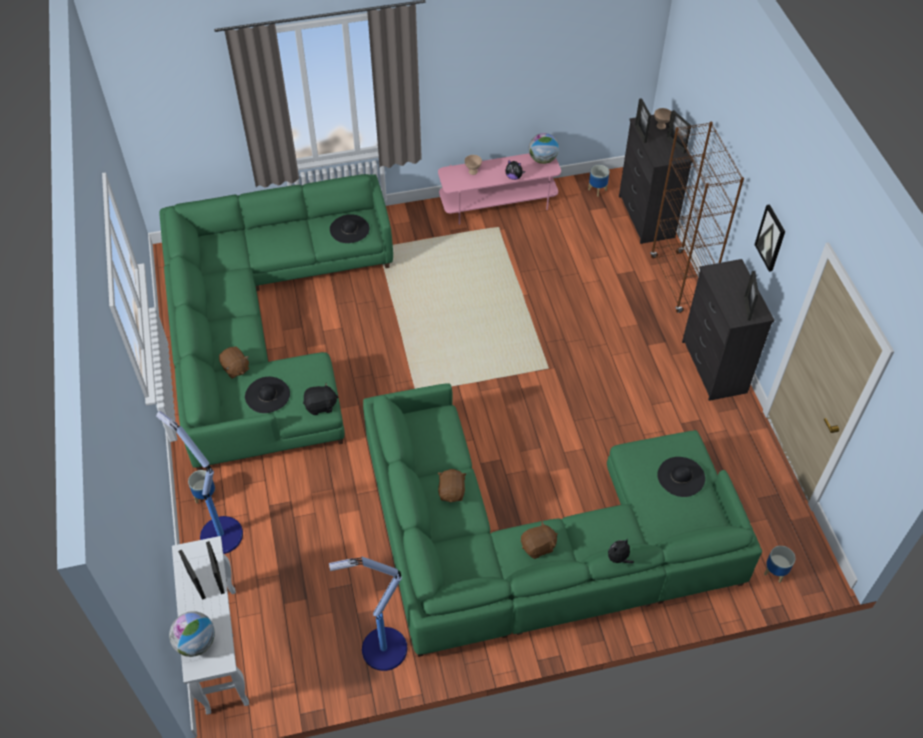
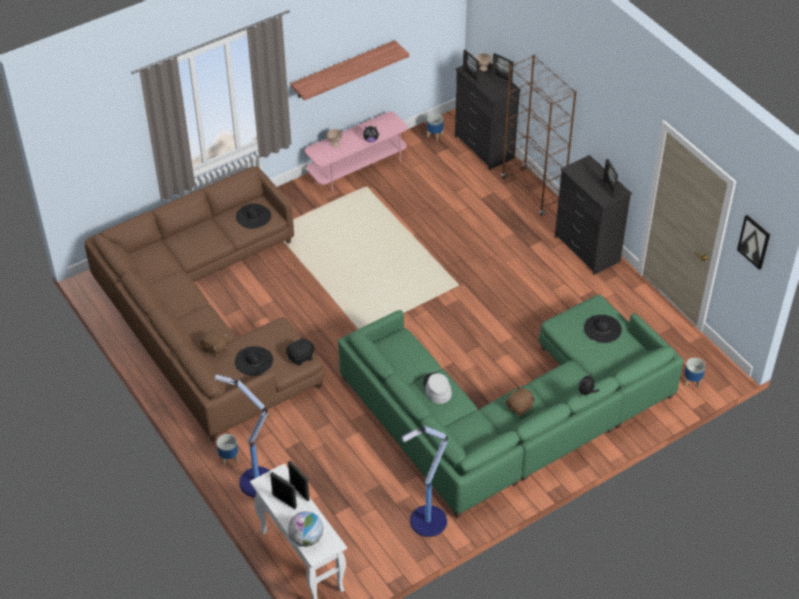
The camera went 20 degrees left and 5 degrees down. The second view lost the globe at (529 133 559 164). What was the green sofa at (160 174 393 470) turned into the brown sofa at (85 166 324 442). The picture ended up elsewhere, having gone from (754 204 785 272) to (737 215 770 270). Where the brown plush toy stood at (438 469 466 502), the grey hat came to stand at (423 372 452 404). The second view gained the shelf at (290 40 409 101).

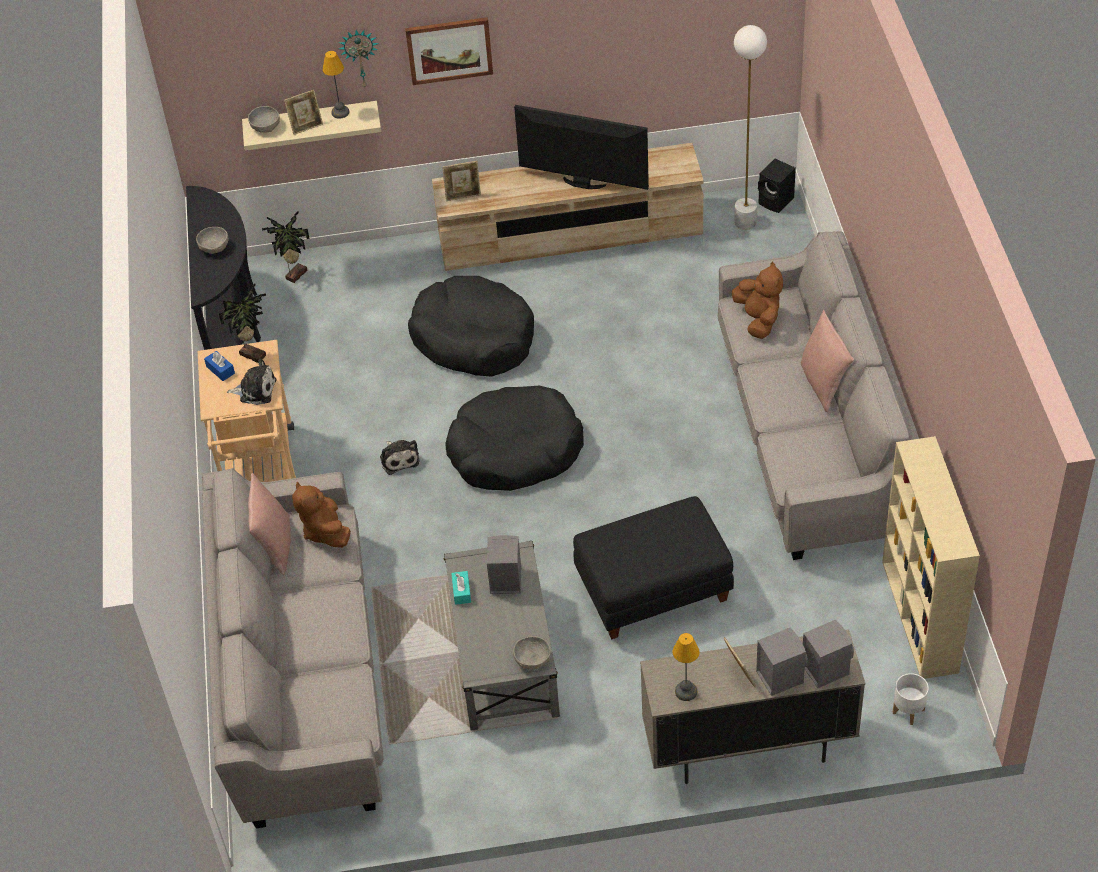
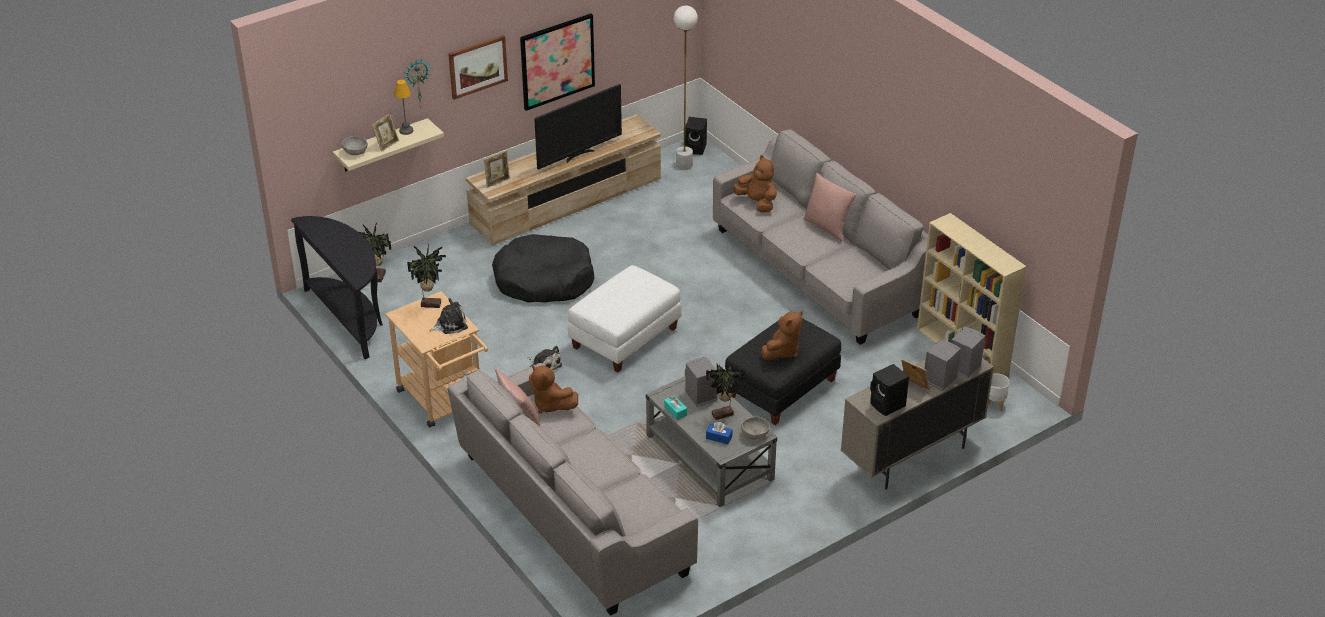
The camera went 30 degrees left and 10 degrees down. The television at (514 105 649 190) ended up facing another way, 150 degrees clockwise from before. The second view lost the grey bowl at (196 227 228 254). The blue tissue box ended up elsewhere, having gone from (204 351 235 381) to (706 422 733 444). Where the black dog bed stood at (445 386 584 491), the white ottoman came to stand at (568 265 682 372). Where the table lamp stood at (673 633 700 701), the black speaker came to stand at (870 364 909 416). The second view gained the picture at (520 14 595 111). The second view gained the brown plush toy at (761 311 803 360). The second view gained the potted plant at (706 364 745 420).

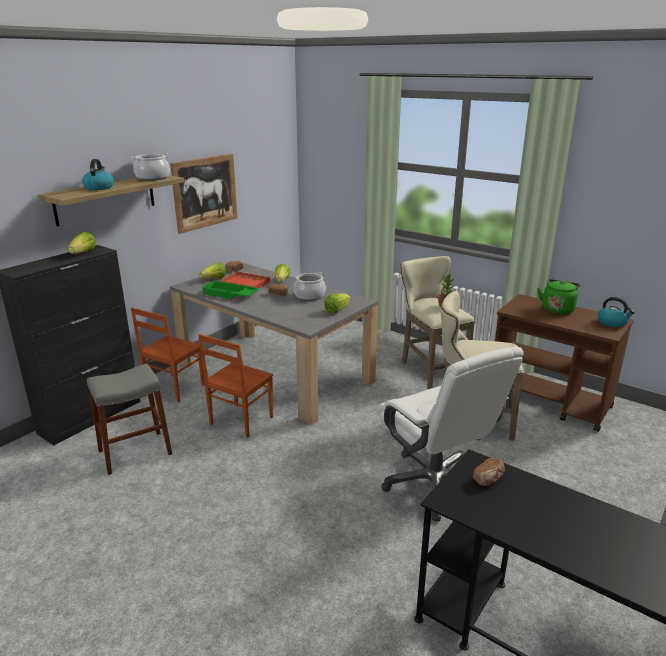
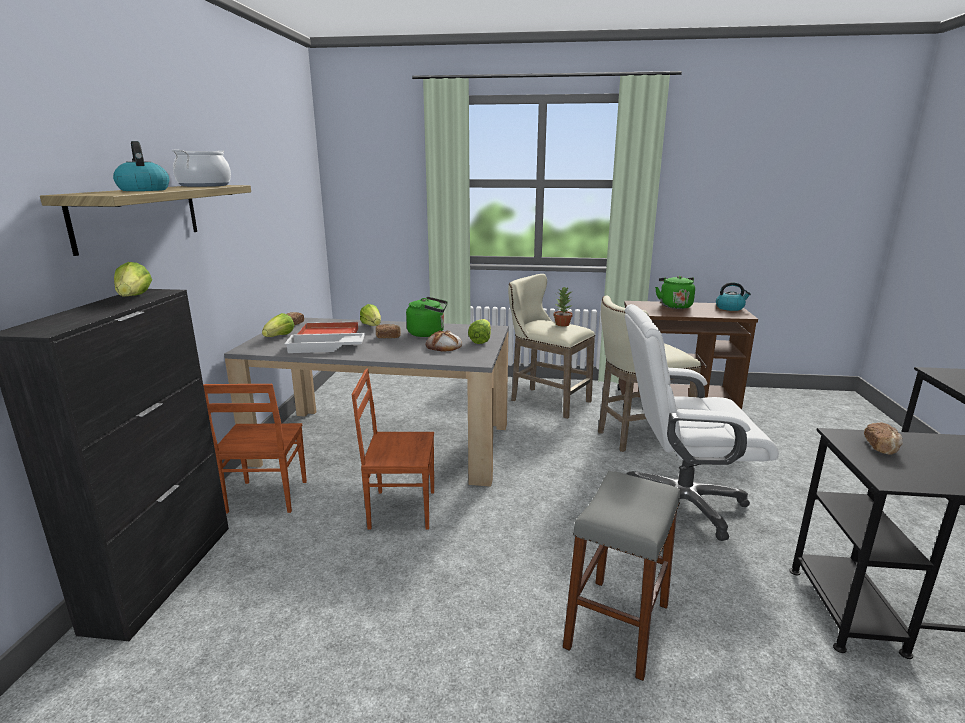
The camera went 30 degrees left and 5 degrees down. The second view lost the picture at (170 154 238 234). Where the cooking pot stood at (294 272 326 301), the green kettle came to stand at (406 297 448 337). What was the green tray at (201 280 259 299) turned into the white tray at (285 333 365 353). The brown chair at (198 334 273 438) ended up facing another way, 90 degrees clockwise from before. The white office chair at (376 346 524 521) ended up facing another way, 150 degrees clockwise from before. The grey stool ended up elsewhere, having gone from (87 364 172 475) to (563 471 680 681). The second view gained the bread at (426 331 462 351).

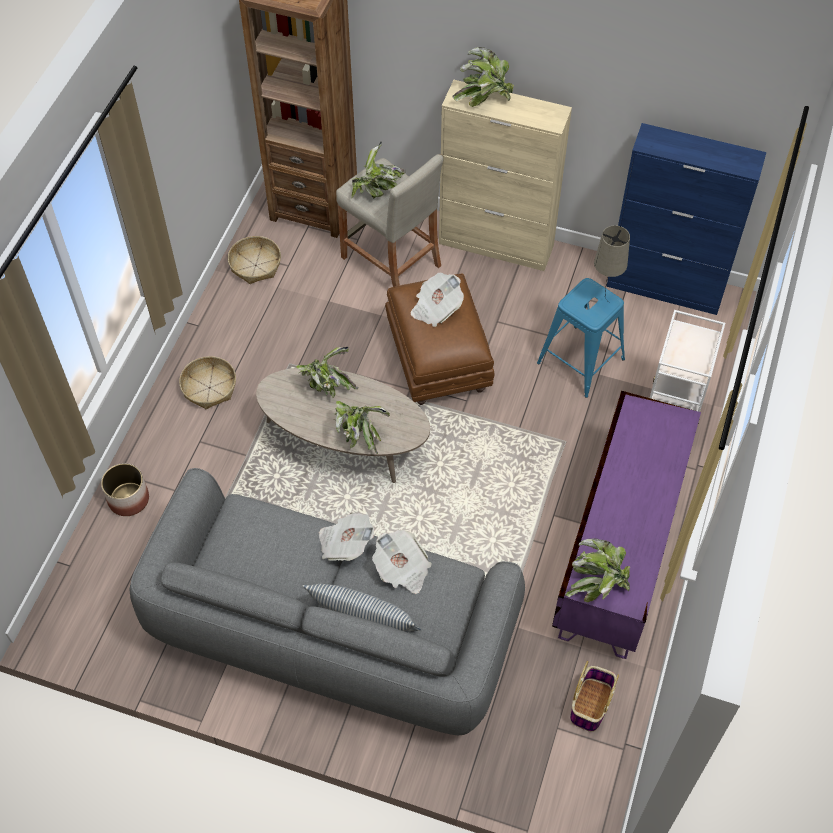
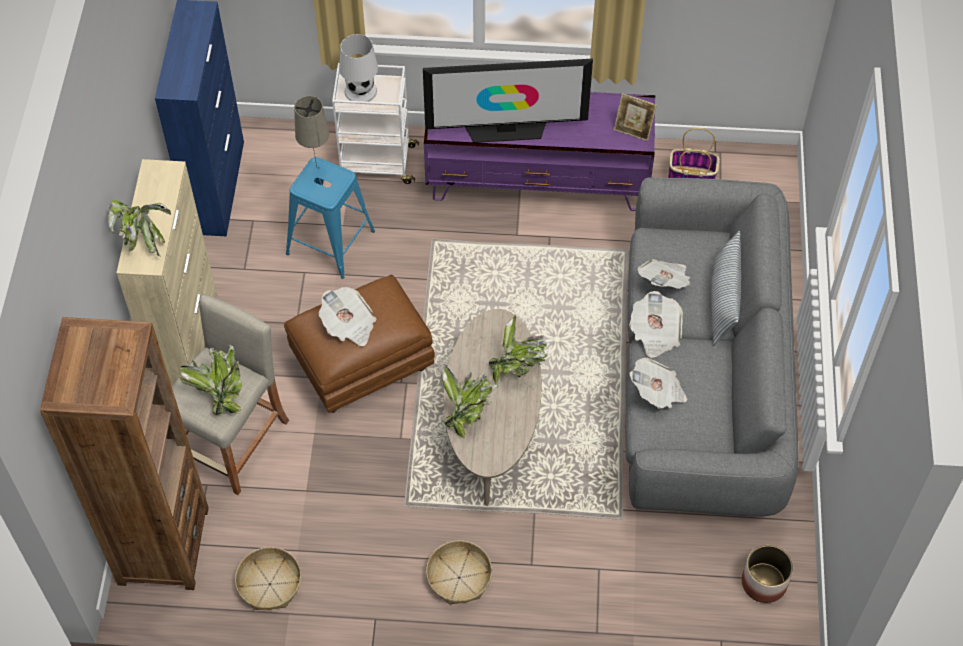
The camera went 105 degrees left and 0 degrees up. The planter ended up elsewhere, having gone from (101 463 149 516) to (742 545 793 603). Where the potted plant stood at (565 538 630 603), the picture frame came to stand at (614 93 657 141). The second view gained the white table lamp at (339 34 378 102). The second view gained the television at (423 59 593 143). The second view gained the newspaper at (630 357 687 409).

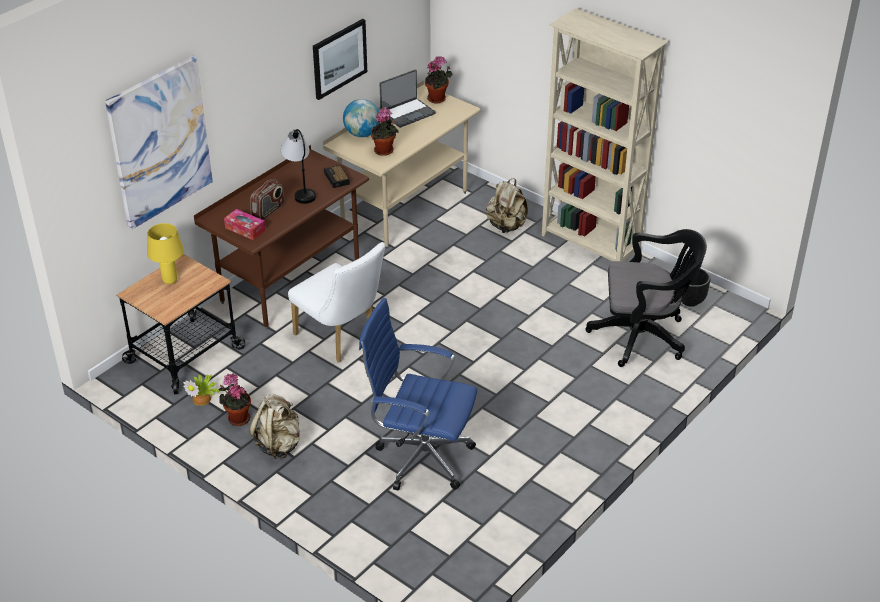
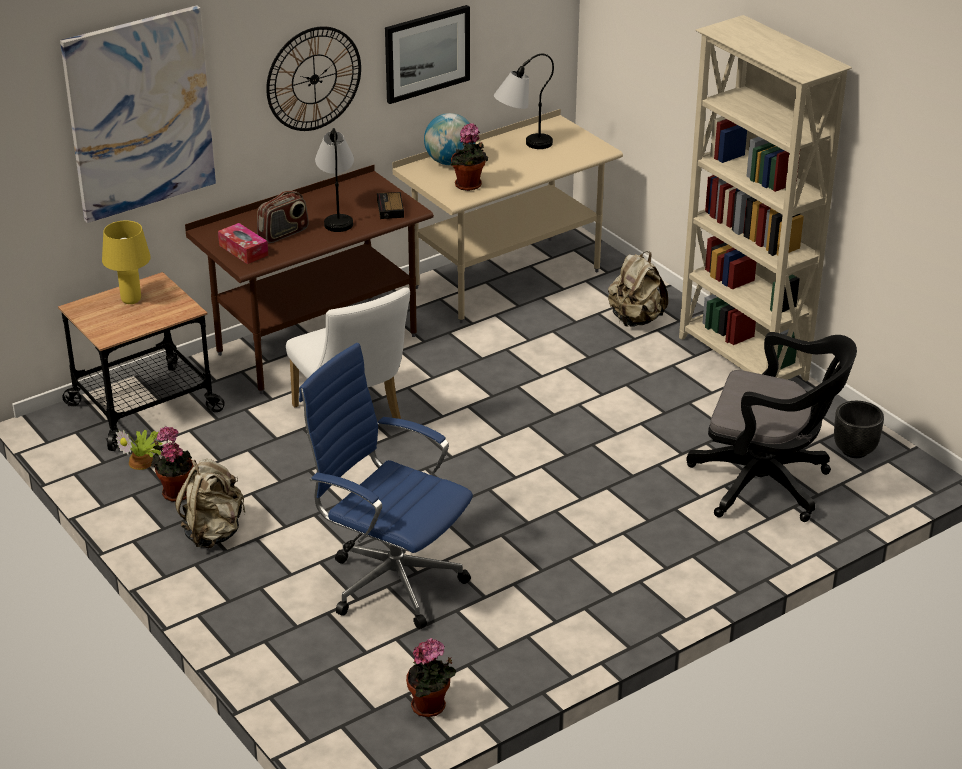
The camera went 15 degrees right and 5 degrees down. The potted plant ended up elsewhere, having gone from (425 56 453 104) to (406 638 456 717). Where the laptop stood at (379 70 436 128), the table lamp came to stand at (494 54 554 149). The second view gained the wall clock at (266 26 361 131).

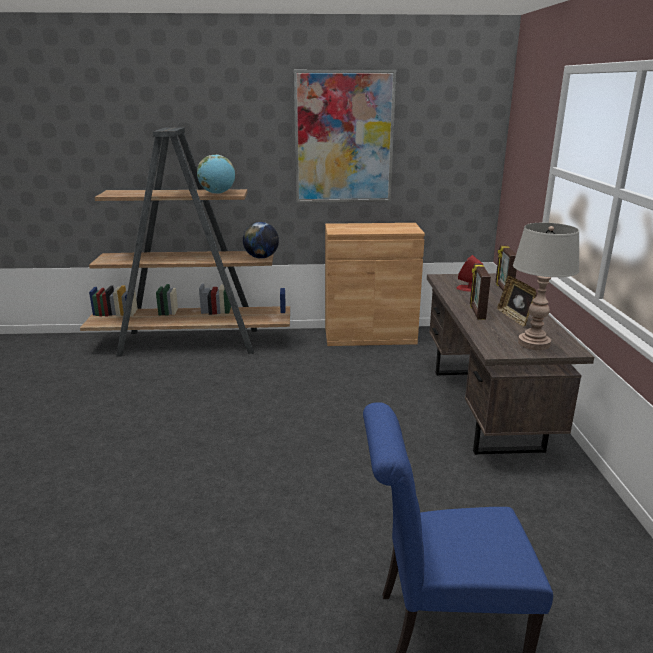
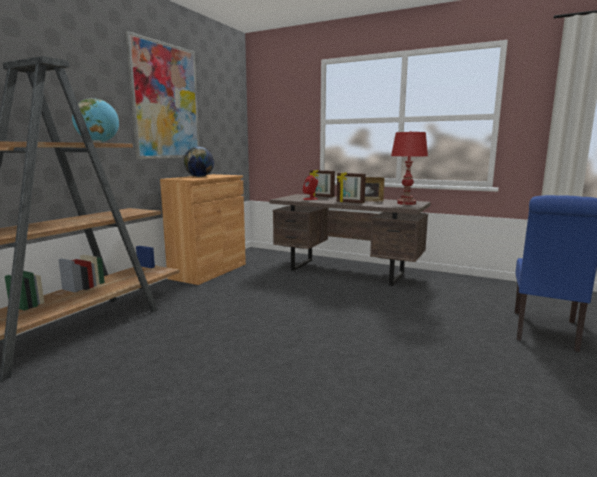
The camera went 60 degrees left and 10 degrees down. The globe ended up elsewhere, having gone from (243 222 279 259) to (184 147 214 177). What was the grey table lamp at (513 223 579 350) turned into the red table lamp at (391 131 428 205).

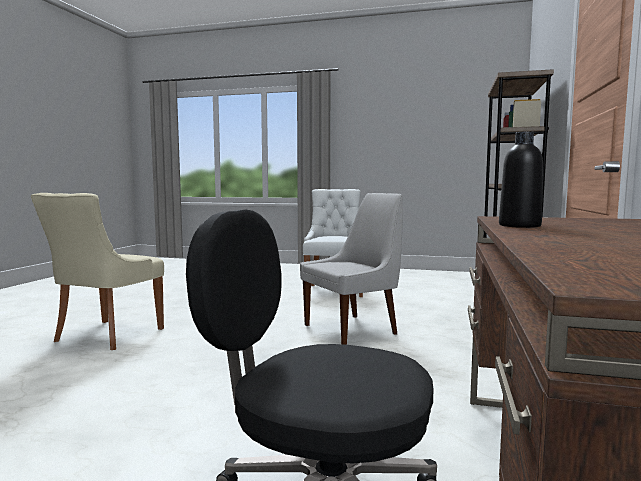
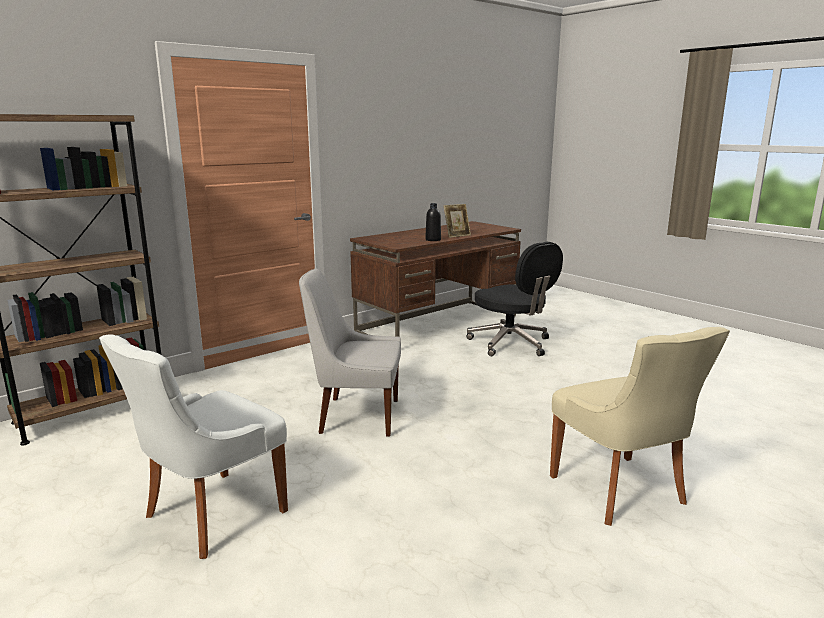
The camera went 145 degrees left and 10 degrees up. The beige chair at (31 193 164 350) ended up facing another way, 105 degrees clockwise from before. The second view gained the picture frame at (444 204 471 238).

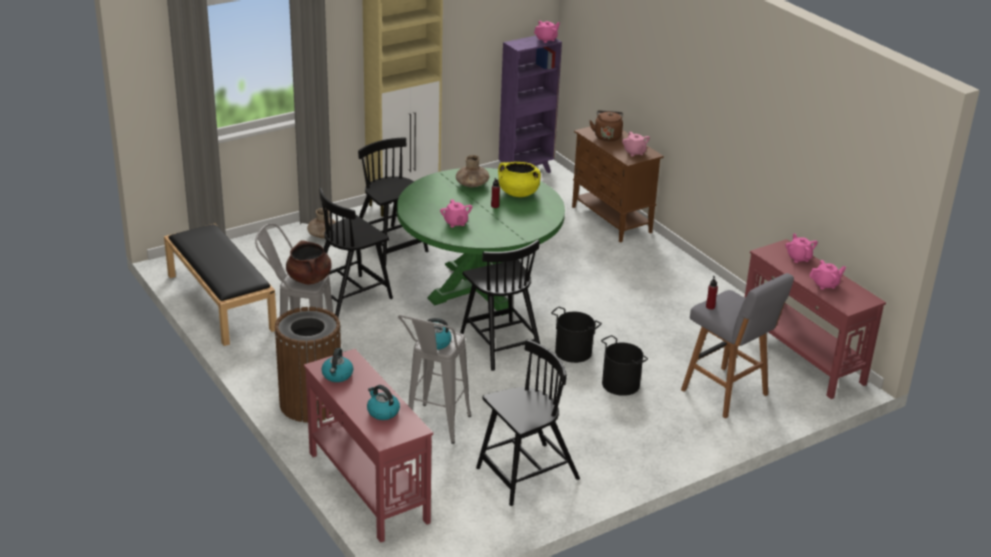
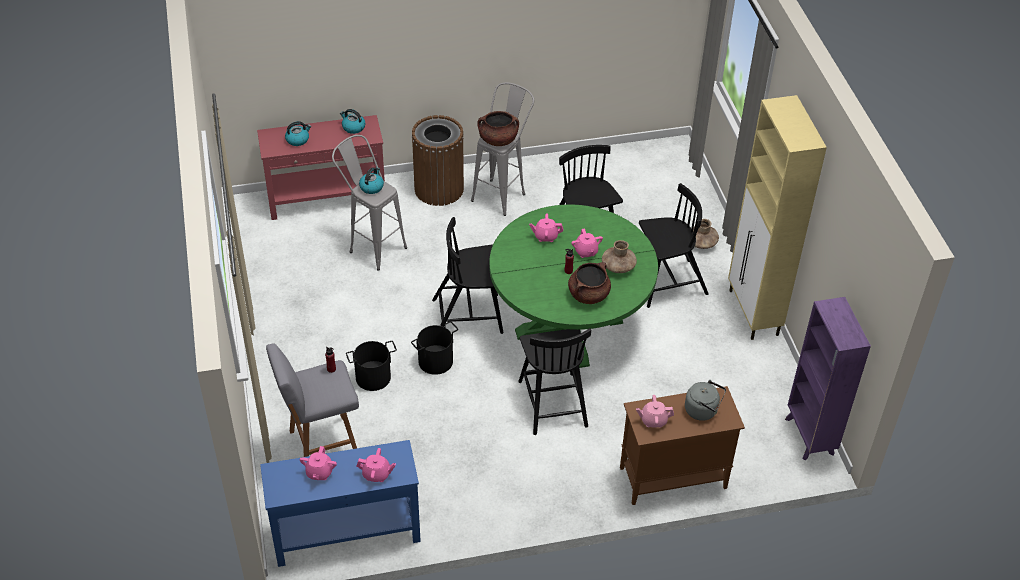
The camera went 110 degrees right and 15 degrees up. The pink teapot ended up elsewhere, having gone from (534 21 560 43) to (571 229 603 258). What was the brown kettle at (589 110 623 141) turned into the grey kettle at (685 380 726 421). What was the yellow cooking pot at (498 162 541 197) turned into the brown cooking pot at (568 262 611 304). The second view lost the black bench at (164 224 277 346). What was the red console table at (744 239 886 399) turned into the blue console table at (260 440 421 567). The black chair ended up elsewhere, having gone from (476 339 580 506) to (518 328 591 435).

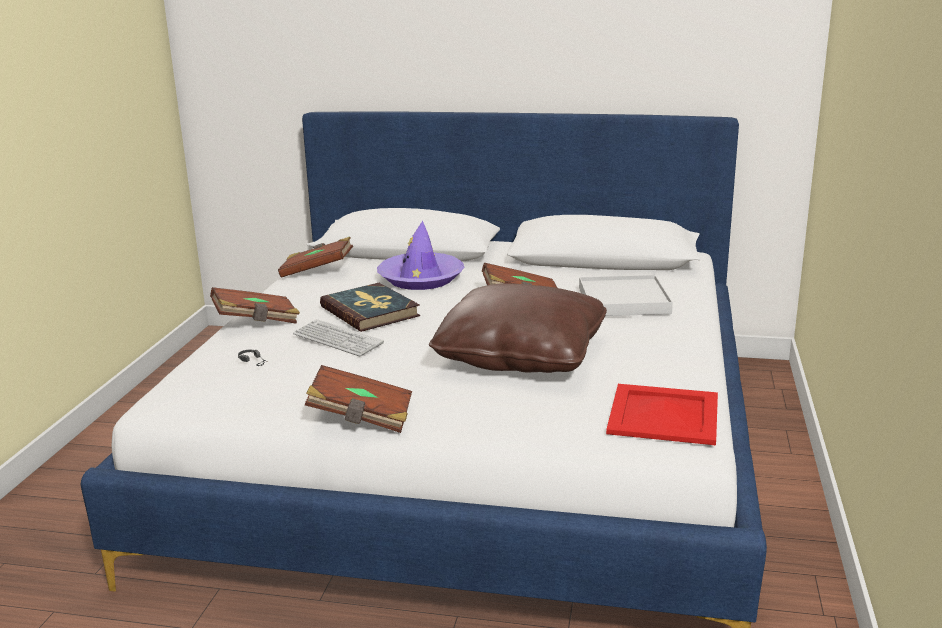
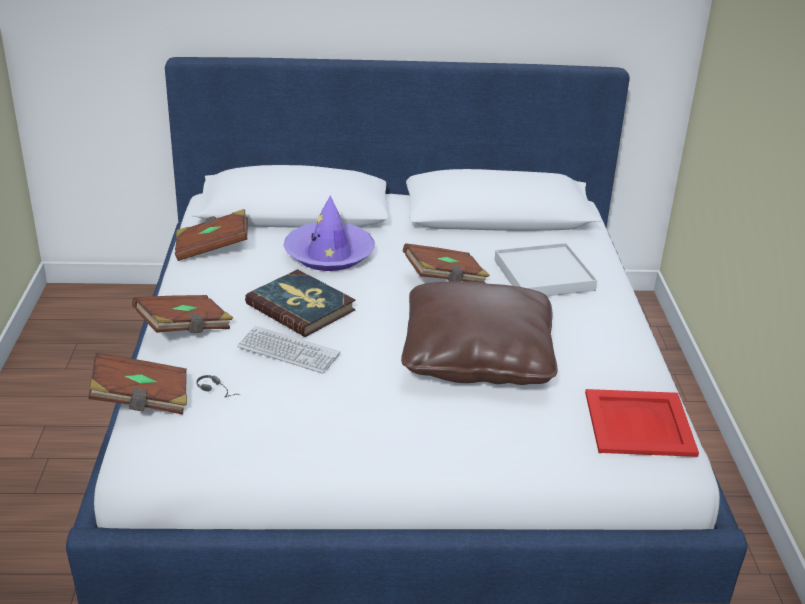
The camera went 15 degrees left and 10 degrees up. The brown book ended up elsewhere, having gone from (305 365 412 433) to (88 353 187 415).

